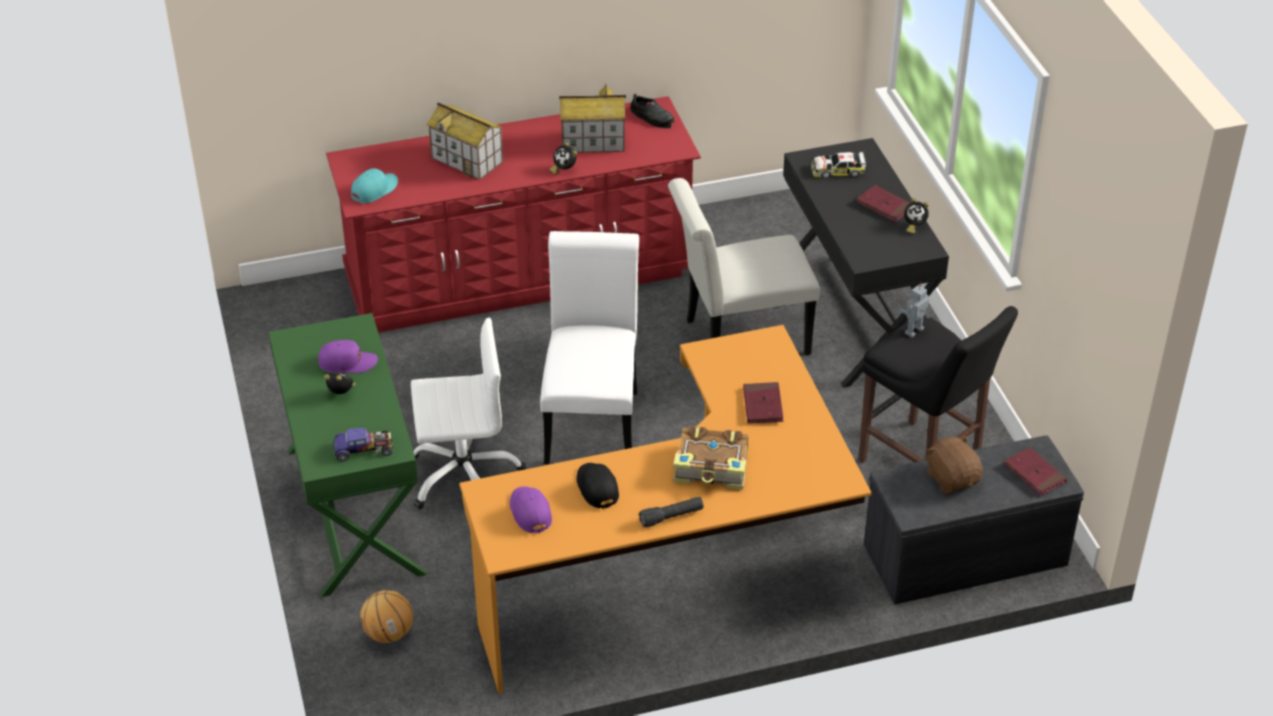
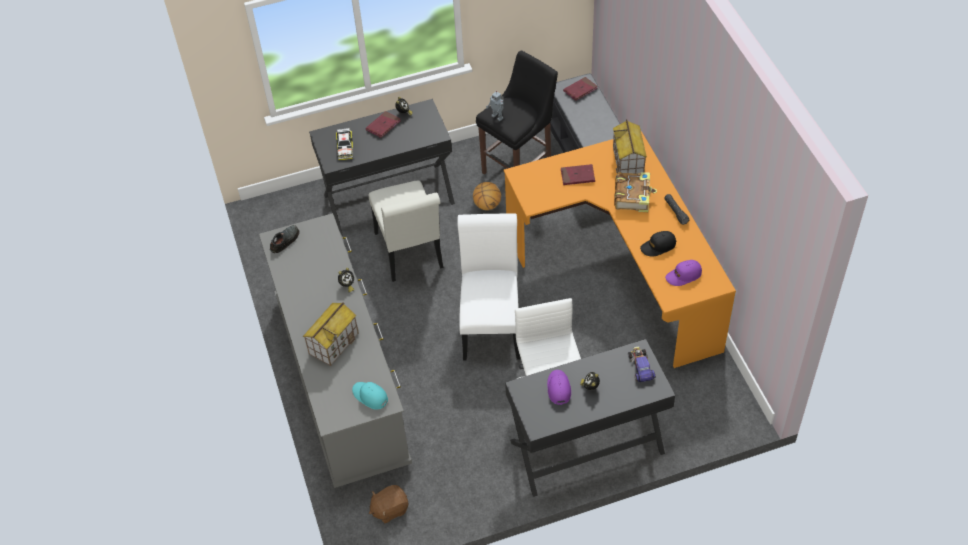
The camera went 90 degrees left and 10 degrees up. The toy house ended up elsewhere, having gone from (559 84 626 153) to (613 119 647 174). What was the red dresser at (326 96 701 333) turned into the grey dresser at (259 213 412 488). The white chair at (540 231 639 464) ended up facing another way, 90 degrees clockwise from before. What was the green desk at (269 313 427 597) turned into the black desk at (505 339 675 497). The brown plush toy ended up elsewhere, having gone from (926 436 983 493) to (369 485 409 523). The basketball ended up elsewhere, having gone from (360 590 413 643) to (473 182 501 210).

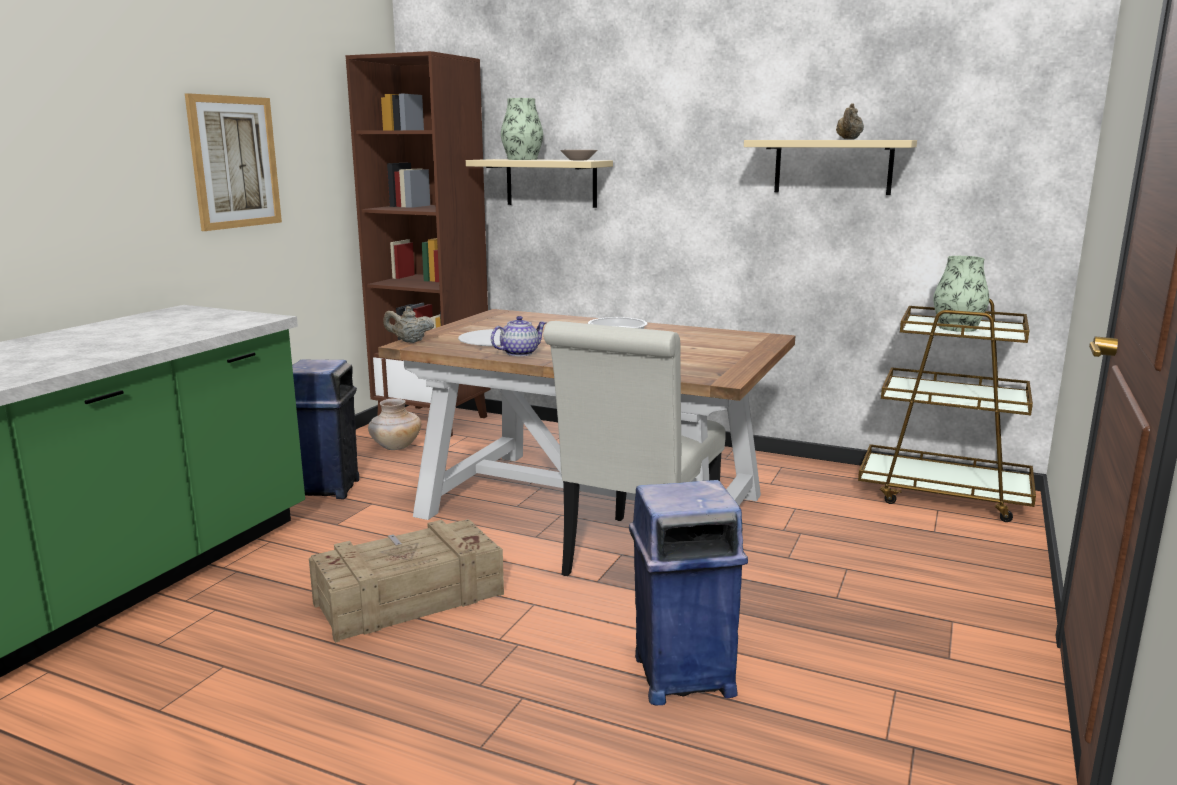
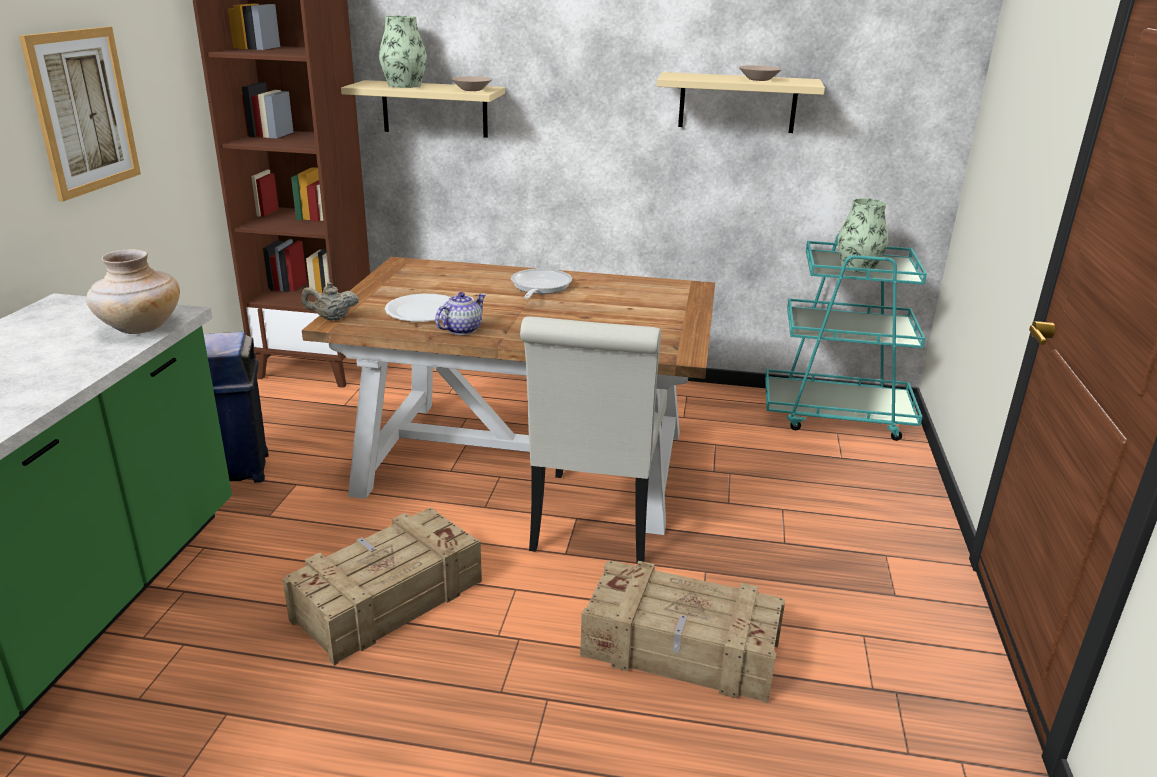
The camera went 15 degrees left and 10 degrees up. Where the beige teapot stood at (836 103 864 139), the beige bowl came to stand at (739 65 782 81). What was the brown cart at (858 298 1036 522) turned into the turquoise cart at (765 233 927 441). The beige vase ended up elsewhere, having gone from (368 398 421 450) to (86 249 180 334). Where the blue trash can stood at (629 480 748 705), the crate came to stand at (580 560 785 703).

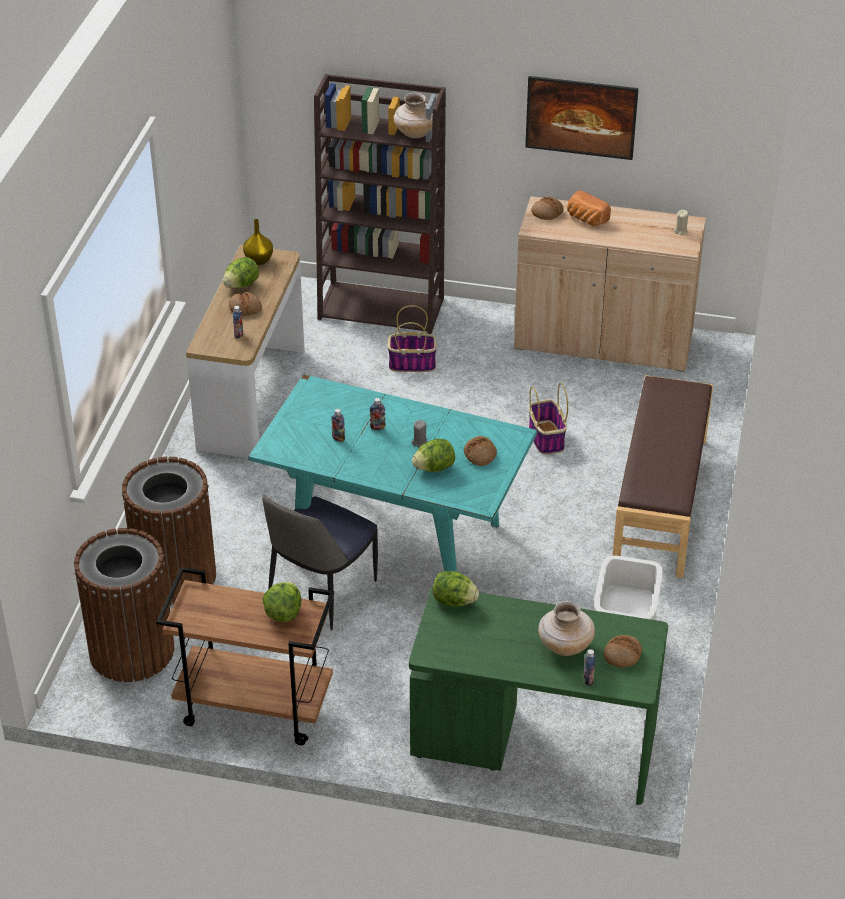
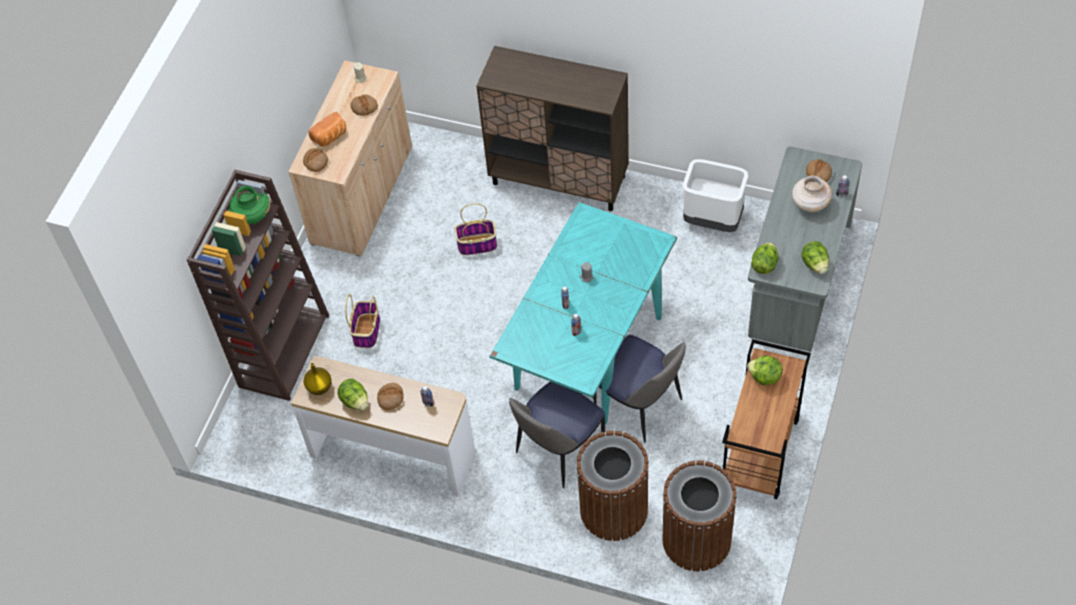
The camera went 80 degrees left and 15 degrees up. The second view lost the picture at (525 76 639 160). What was the beige vase at (393 93 433 138) turned into the green vase at (229 186 270 224). Where the brown bench stood at (613 375 713 578), the brown cabinet came to stand at (476 46 629 211). The bread ended up elsewhere, having gone from (464 436 497 466) to (350 94 378 116). The lettuce ended up elsewhere, having gone from (412 439 455 472) to (802 241 829 274). What was the green desk at (409 587 668 805) turned into the grey desk at (748 146 862 352). The second view gained the chair at (509 382 605 488).

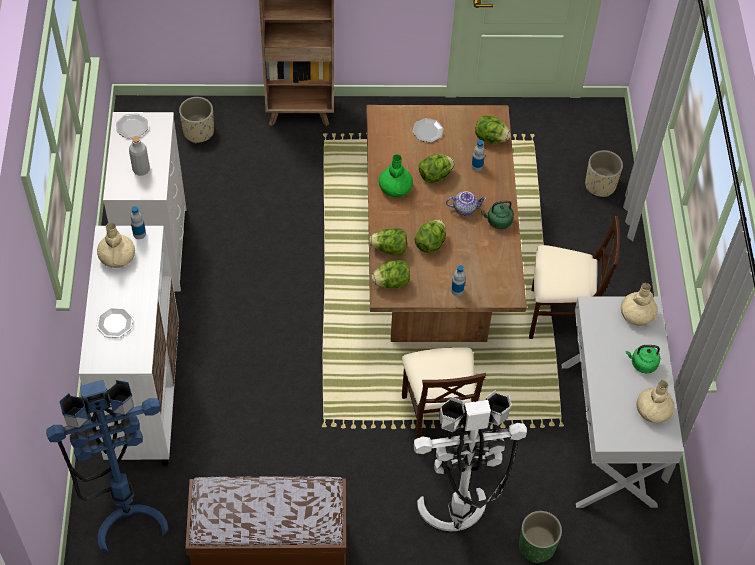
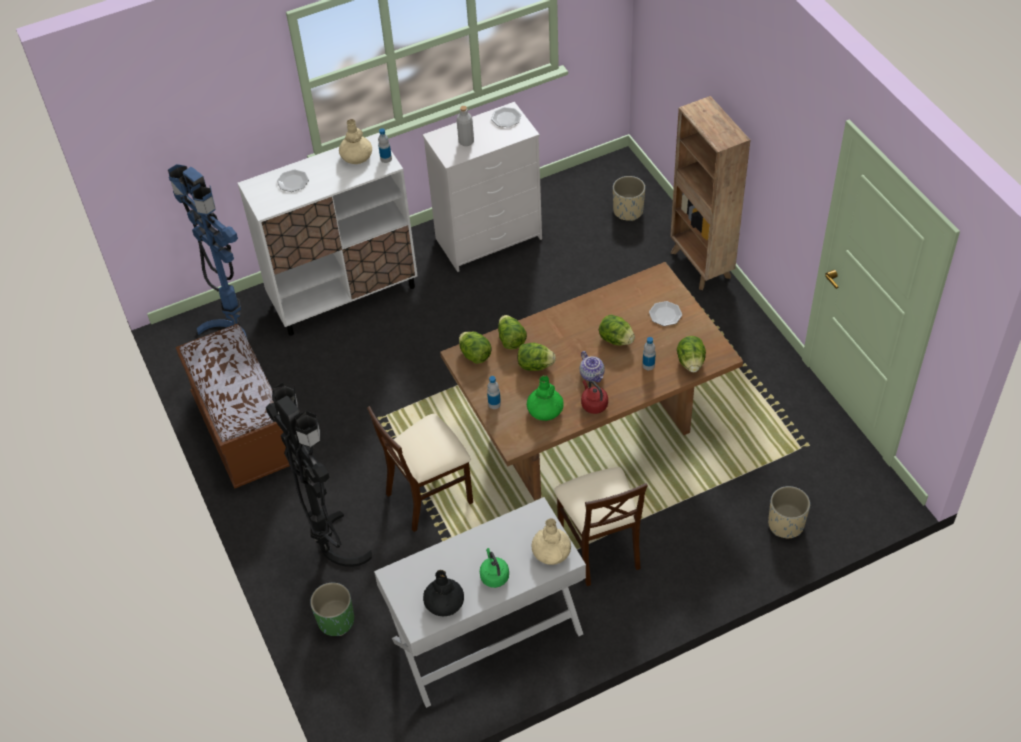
The camera went 70 degrees right and 5 degrees down. The green vase ended up elsewhere, having gone from (379 154 413 197) to (527 375 564 421). What was the green kettle at (481 200 514 229) turned into the red kettle at (581 380 608 414). What was the beige vase at (637 380 674 424) turned into the black vase at (423 570 464 616). What was the white floor lamp at (414 390 527 531) turned into the black floor lamp at (266 383 372 567).

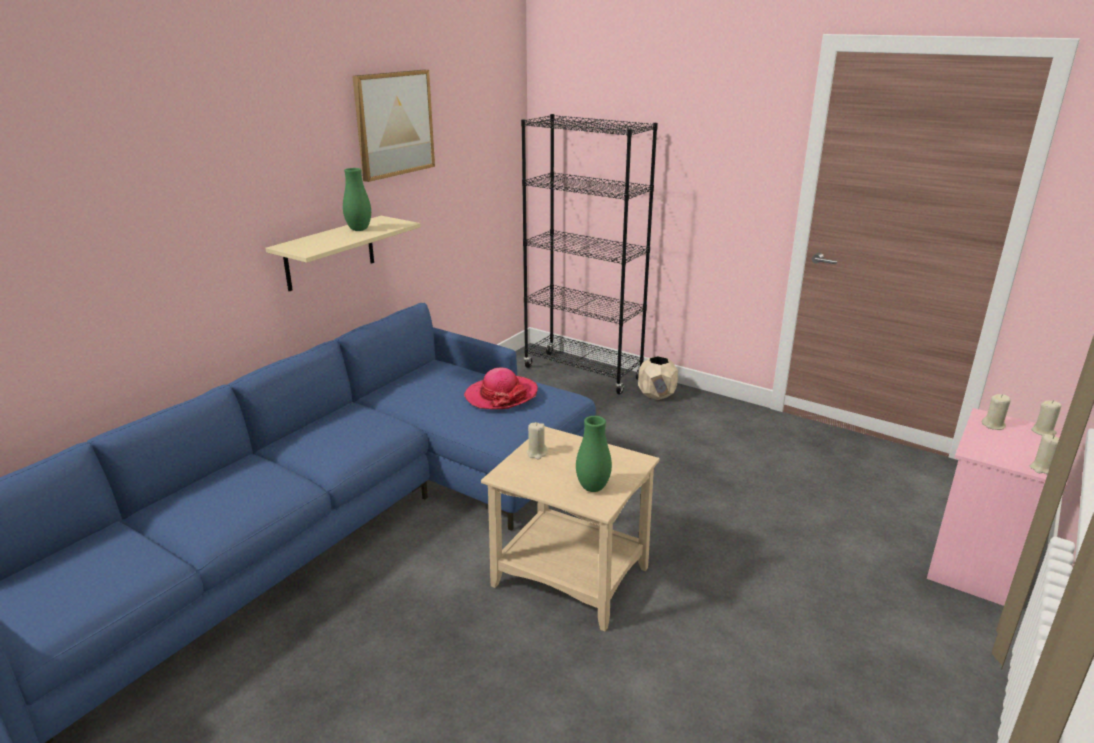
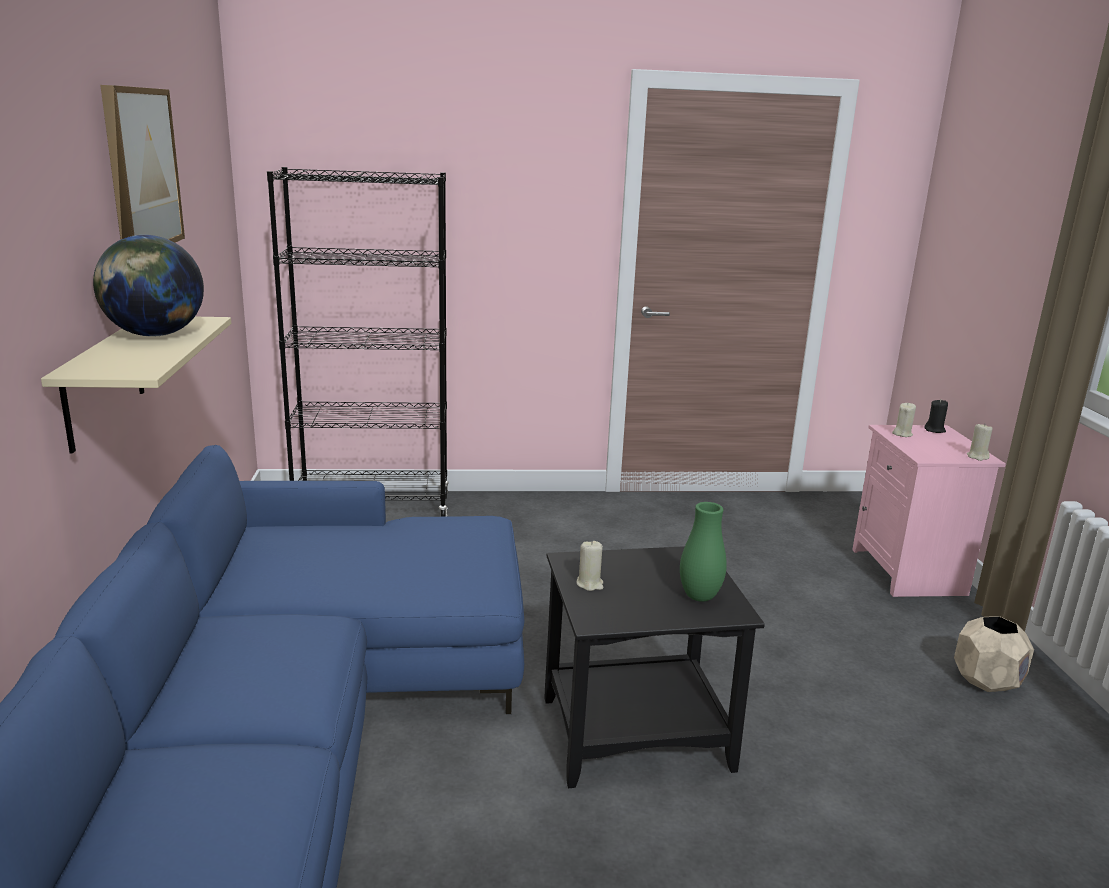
The camera went 40 degrees left and 5 degrees down. Where the green vase stood at (343 168 371 231), the globe came to stand at (93 235 204 337). The beige planter ended up elsewhere, having gone from (638 356 678 400) to (954 616 1034 692). The second view lost the hat at (464 367 538 409). What was the beige candle at (1031 401 1062 436) turned into the black candle at (924 400 948 433). What was the beige side table at (481 427 660 631) turned into the black side table at (545 546 765 788).

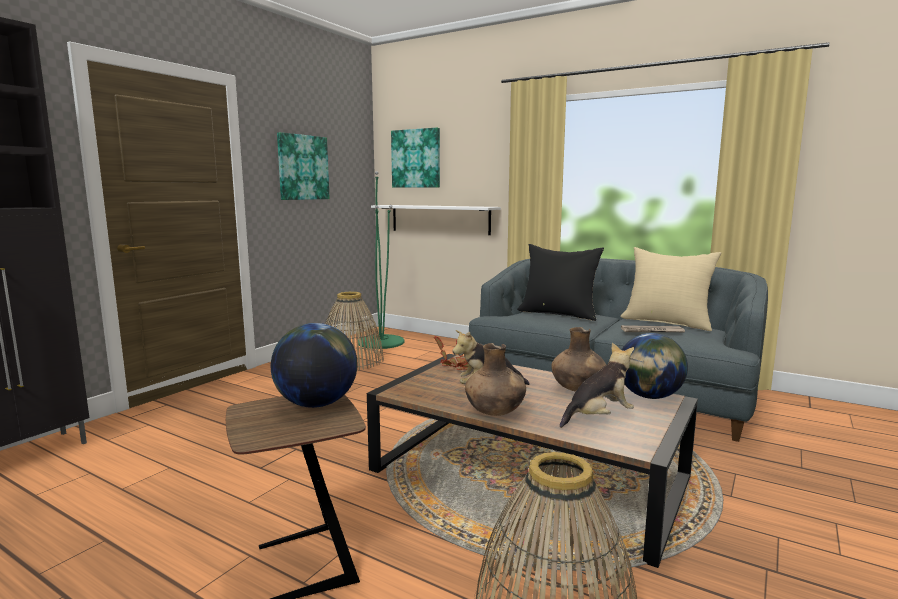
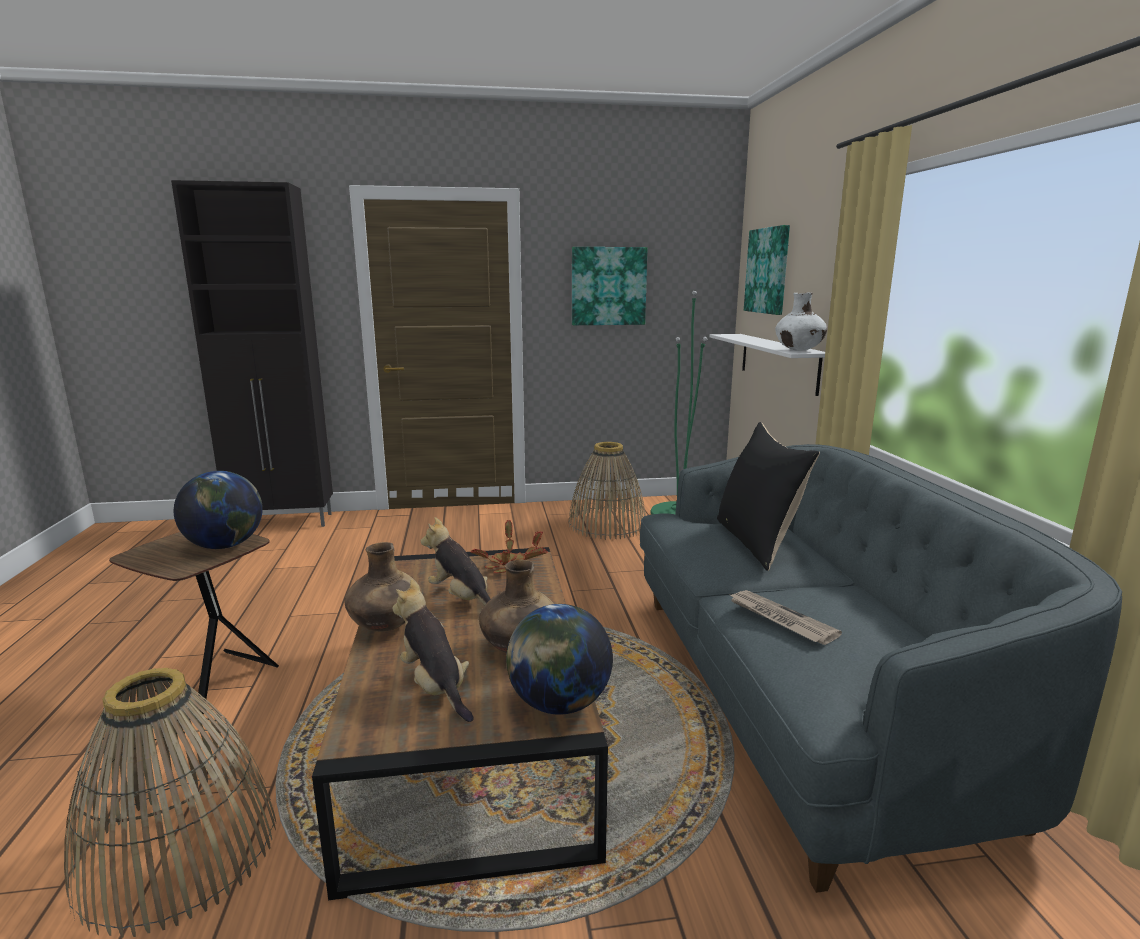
The camera went 50 degrees right and 5 degrees up. The second view lost the beige pillow at (620 247 721 331). The plush toy at (560 343 634 428) ended up facing another way, 150 degrees counterclockwise from before. The second view gained the white vase at (775 292 827 351).

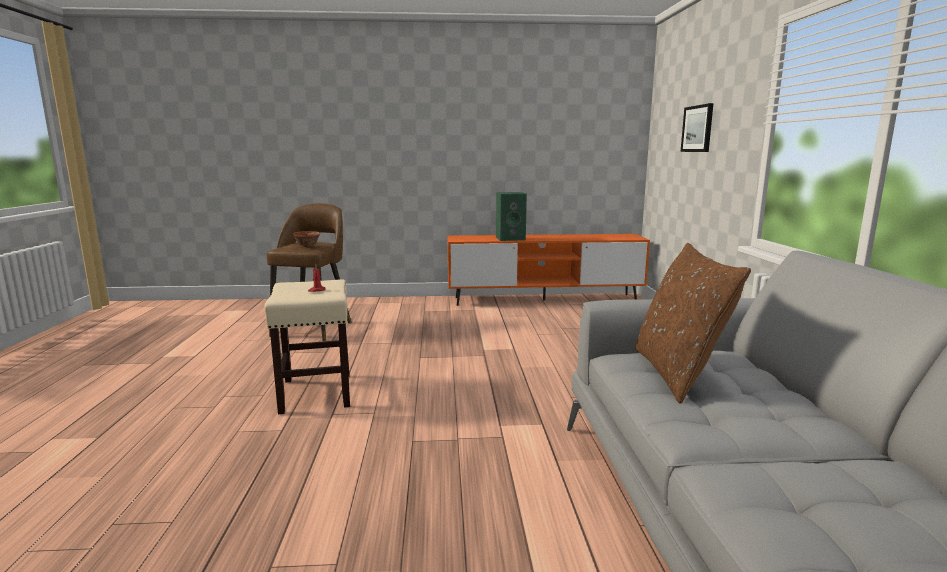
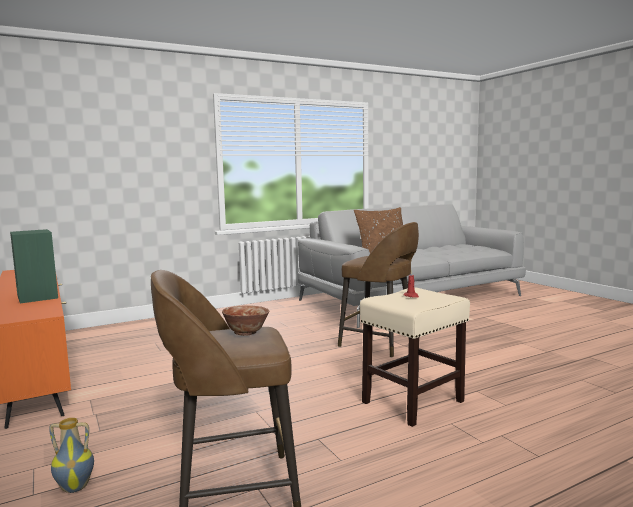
The camera went 115 degrees left and 5 degrees down. The second view lost the picture at (680 103 714 152). The second view gained the brown stool at (338 222 419 358). The second view gained the vase at (49 418 94 493).

